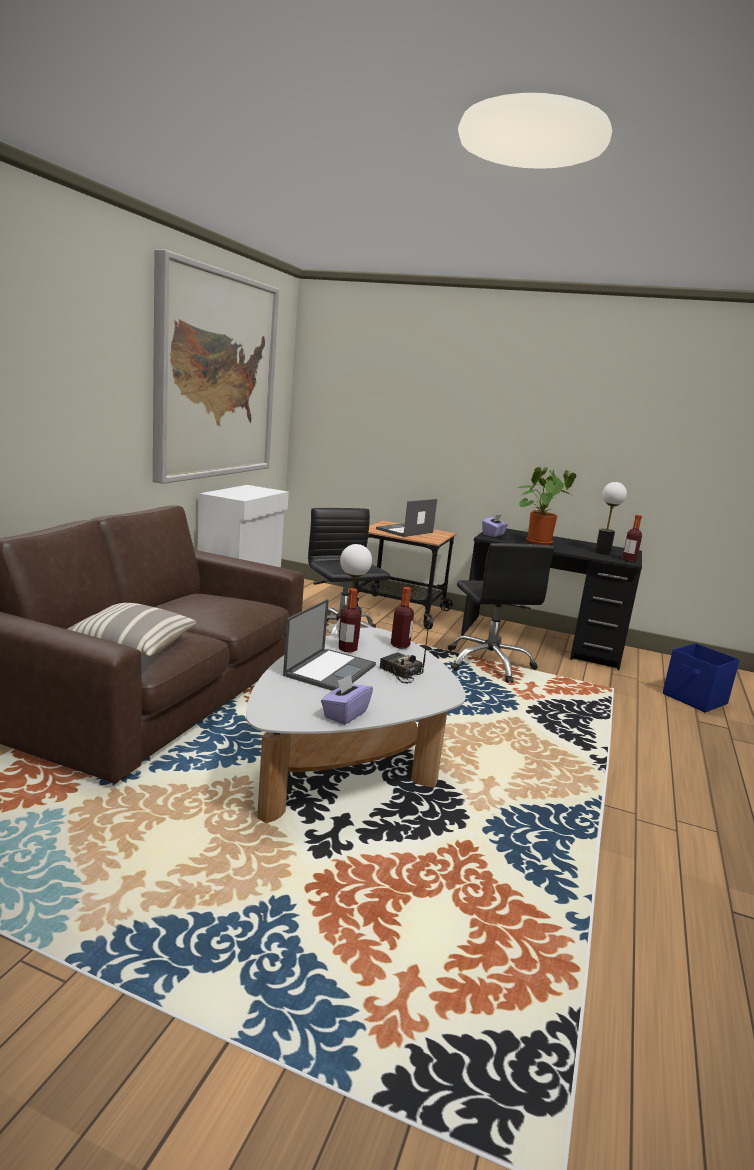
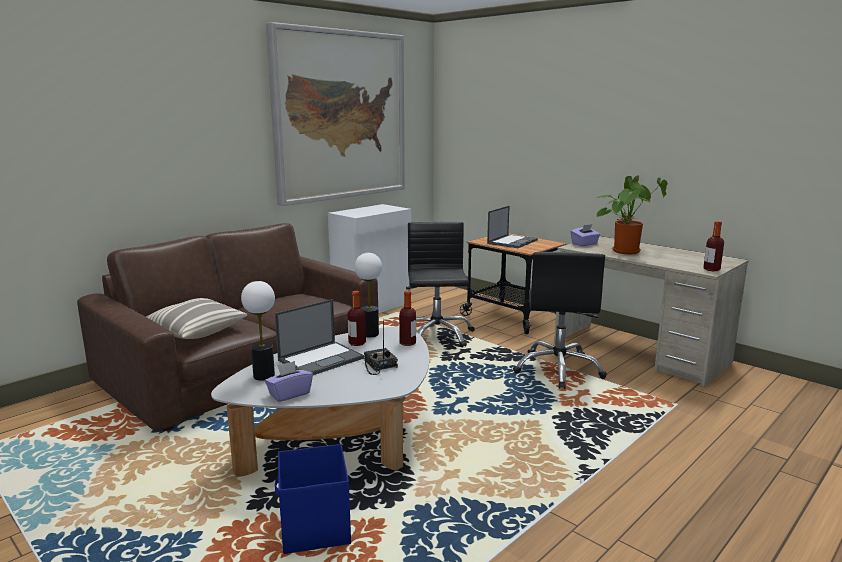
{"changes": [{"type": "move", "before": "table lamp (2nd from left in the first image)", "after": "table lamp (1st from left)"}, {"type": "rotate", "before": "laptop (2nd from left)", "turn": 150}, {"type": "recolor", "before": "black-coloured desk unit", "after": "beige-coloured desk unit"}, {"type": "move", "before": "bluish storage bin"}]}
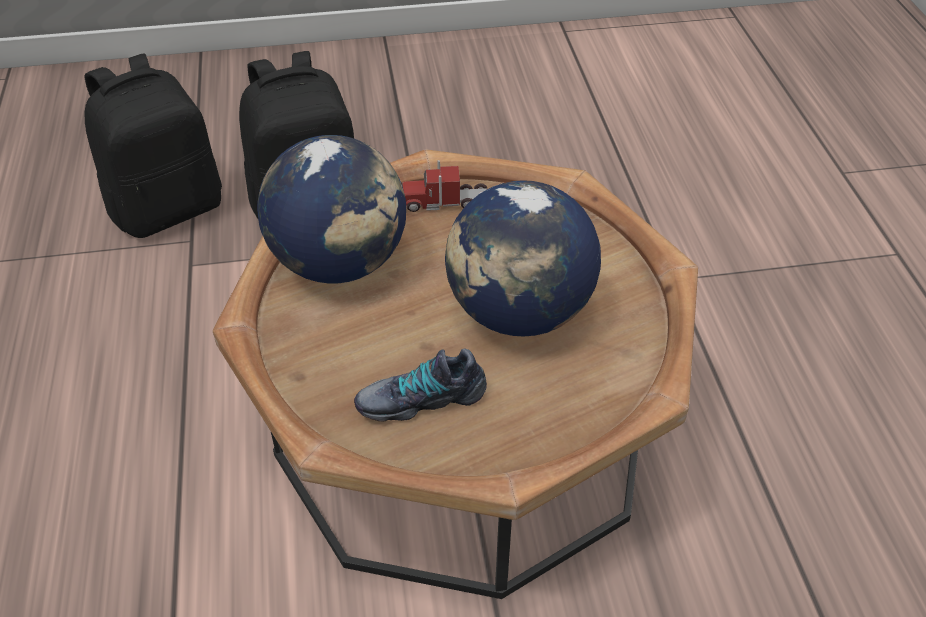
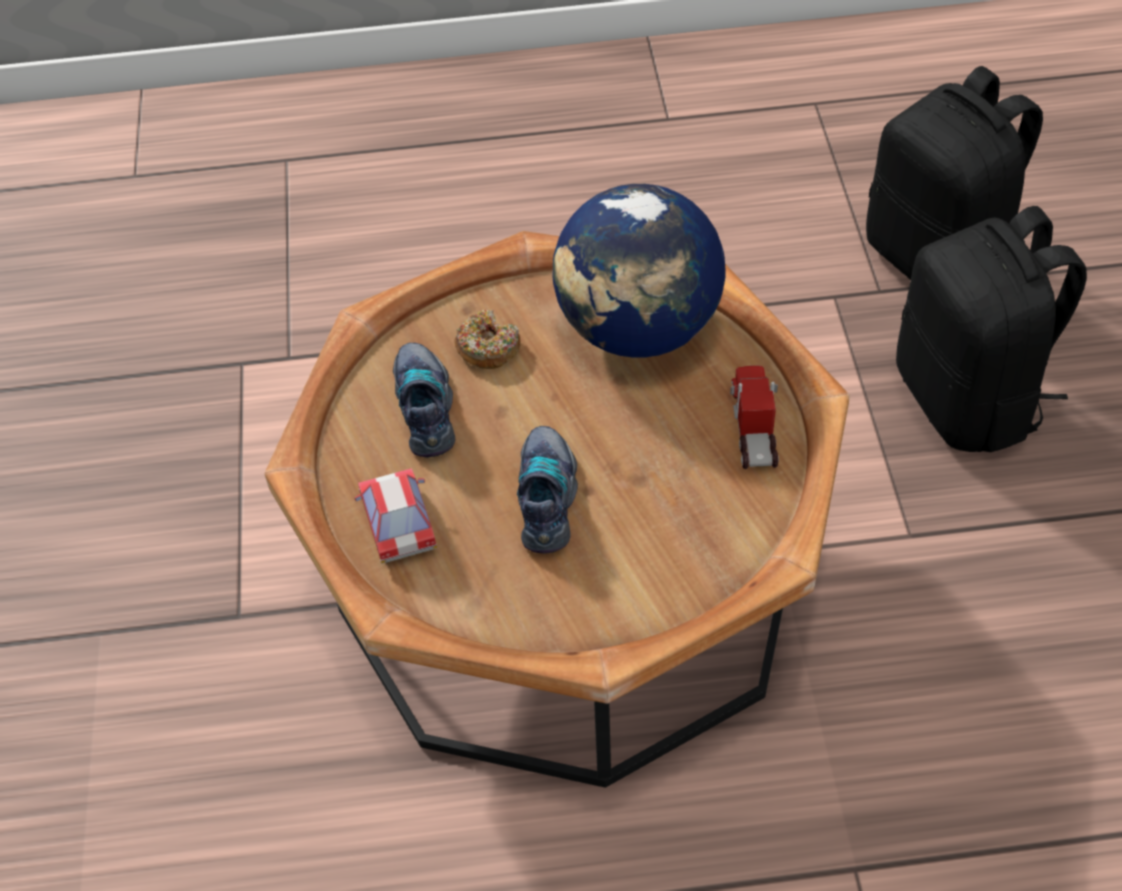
{"changes": [{"type": "replace", "before": "desk globe (2nd from left)", "after": "shoe (2nd from left)"}, {"type": "insert", "after": "doughnut"}, {"type": "insert", "after": "miniature car"}]}
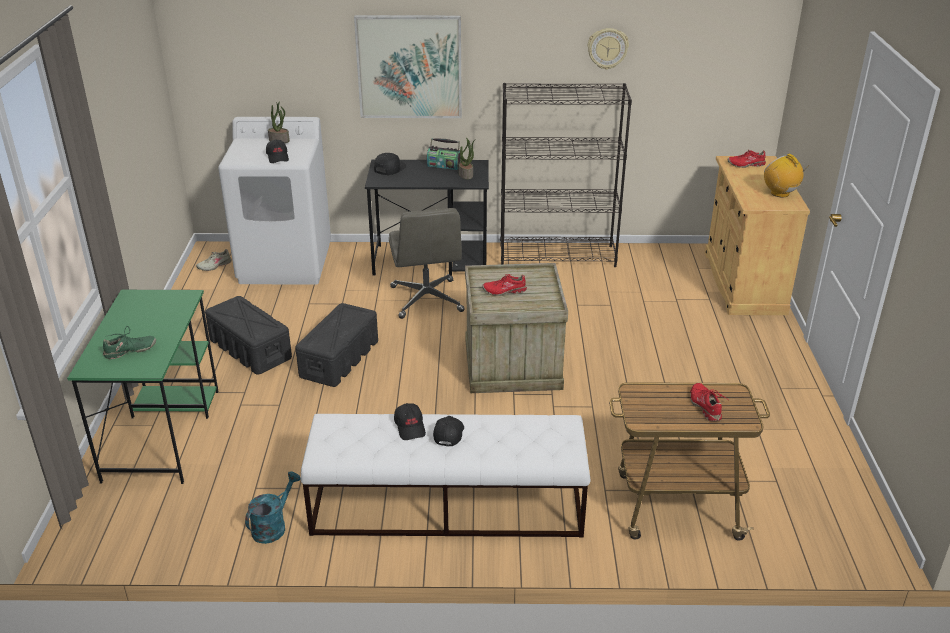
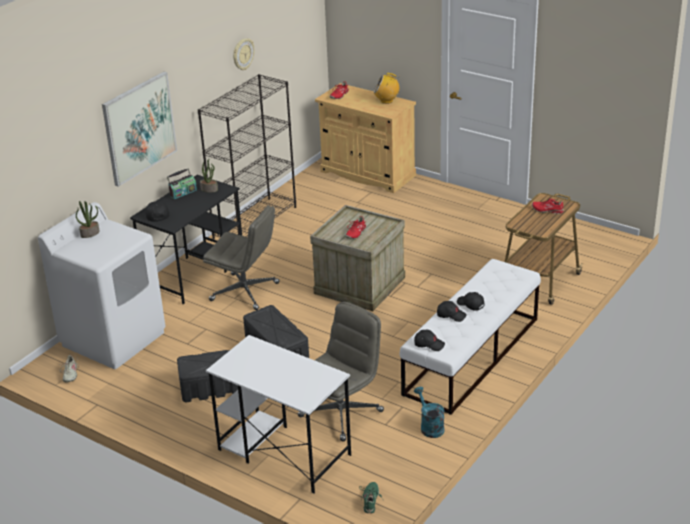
{"changes": [{"type": "move", "before": "black-coloured baseball cap (1st from left in the first image)", "after": "black-coloured baseball cap (2nd from left)"}, {"type": "recolor", "before": "greenish desk unit", "after": "whitish desk unit"}, {"type": "move", "before": "greenish shoe"}, {"type": "insert", "after": "gray computer chair (2nd from left)"}]}
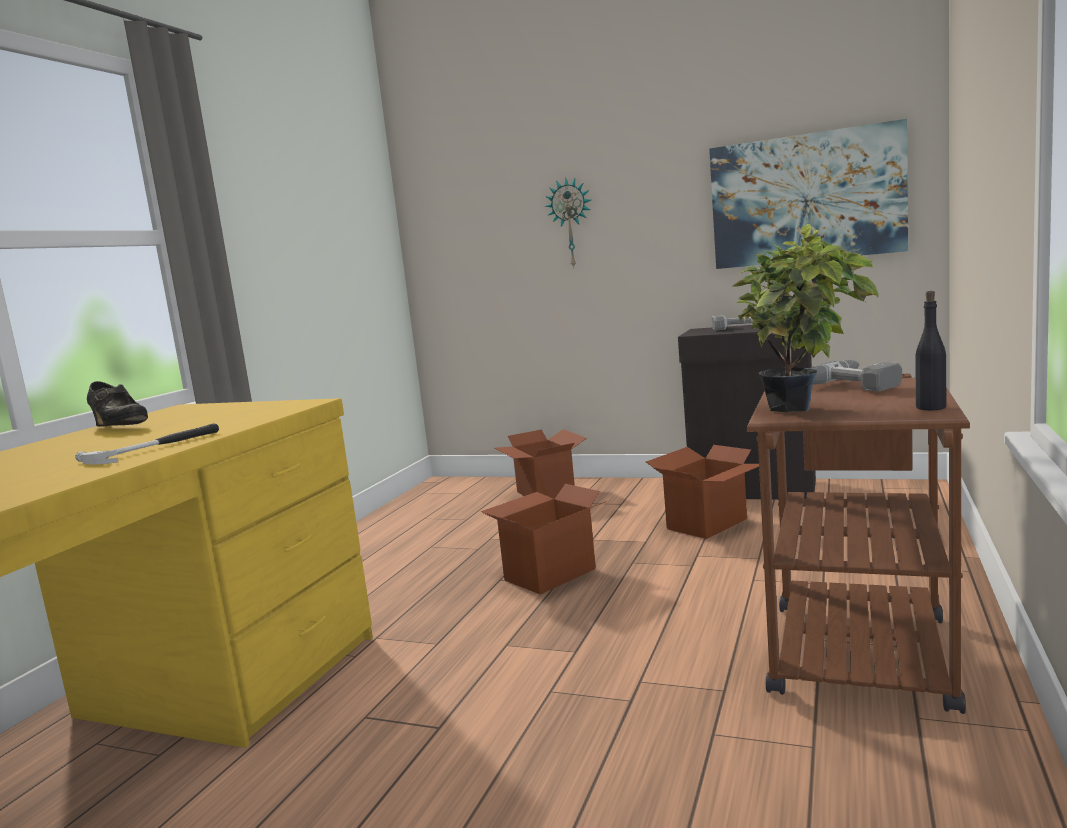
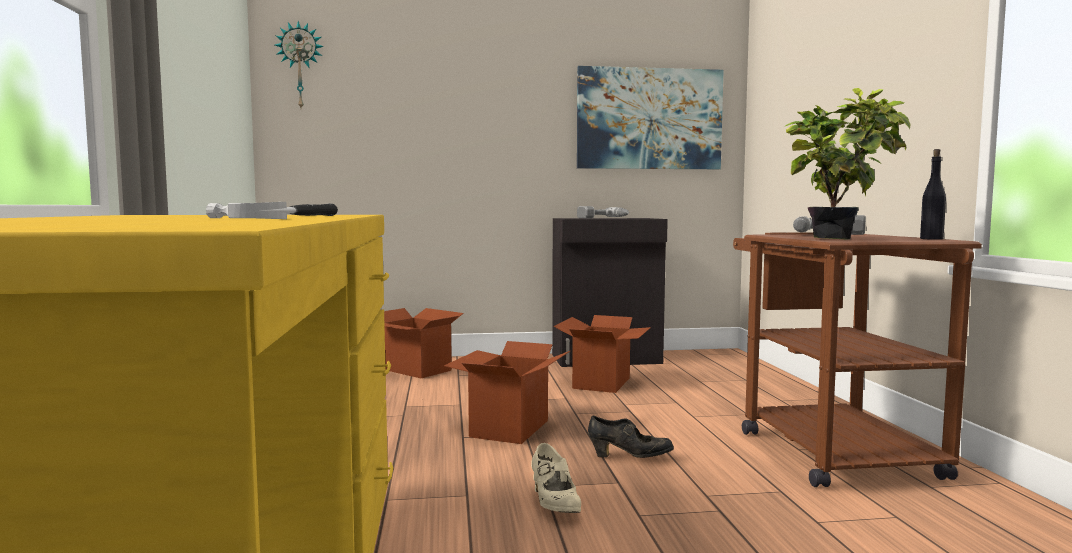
{"changes": [{"type": "move", "before": "wall clock"}, {"type": "move", "before": "black-coloured shoe"}, {"type": "insert", "after": "beige-coloured shoe"}]}
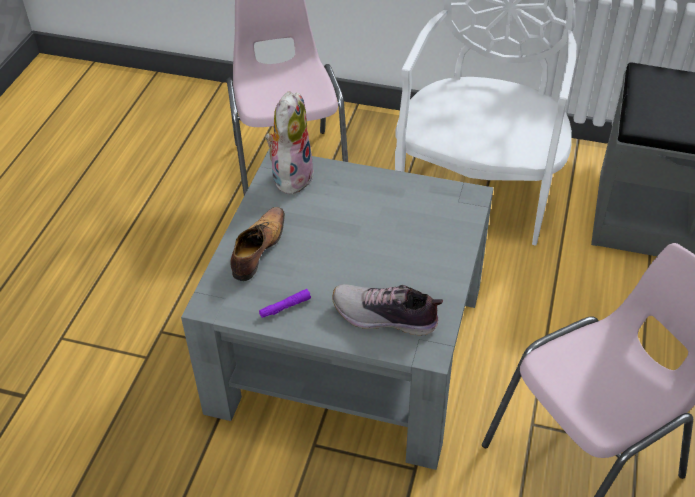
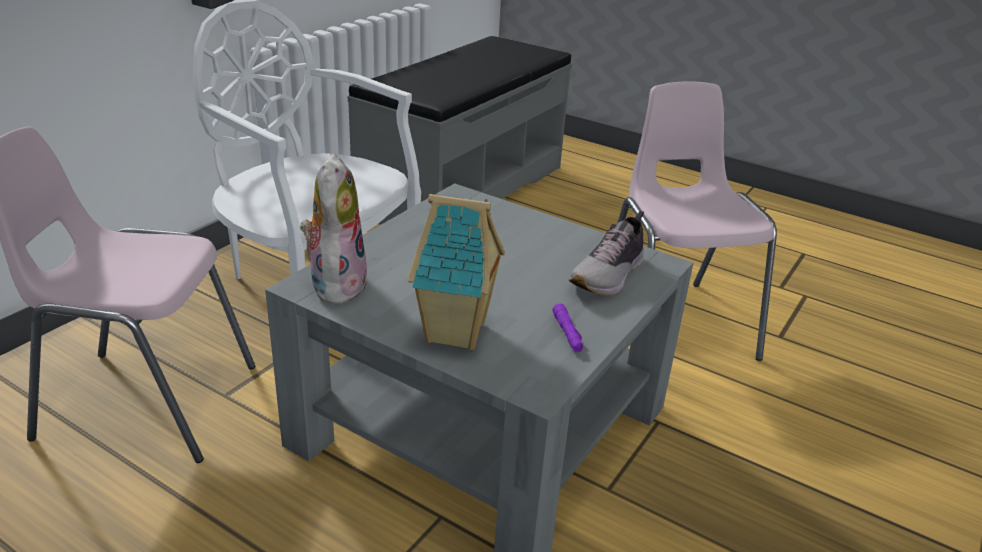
{"changes": [{"type": "rotate", "before": "soft toy", "turn": 60}, {"type": "replace", "before": "shoe (1st from left)", "after": "toy house"}]}
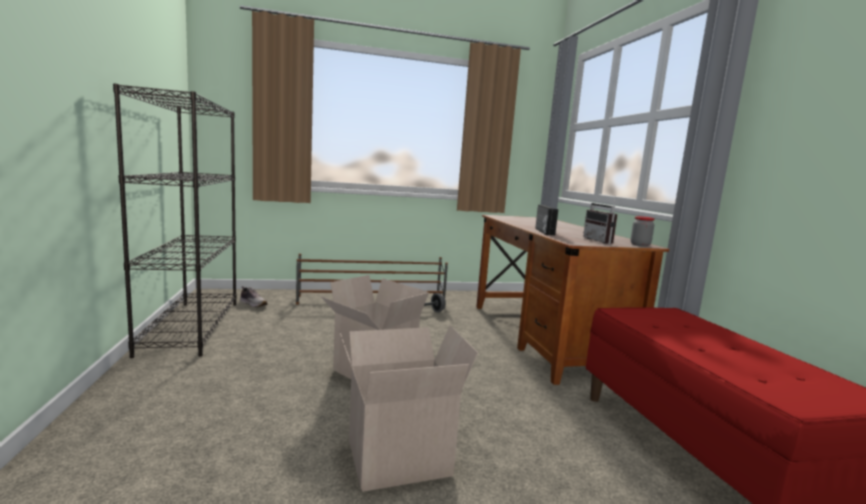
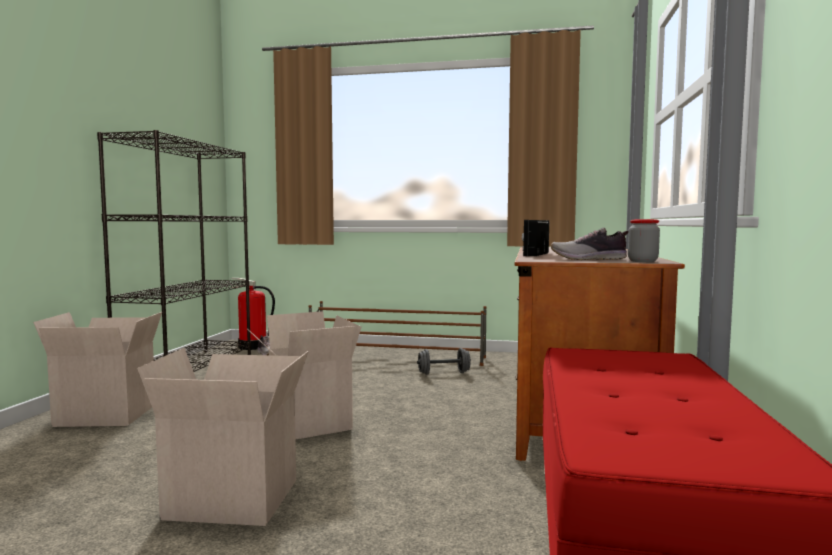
{"changes": [{"type": "replace", "before": "radio (2nd from left)", "after": "shoe (2nd from left)"}, {"type": "insert", "after": "fire-fighting cylinder"}, {"type": "insert", "after": "cardboard box (1st from left)"}]}
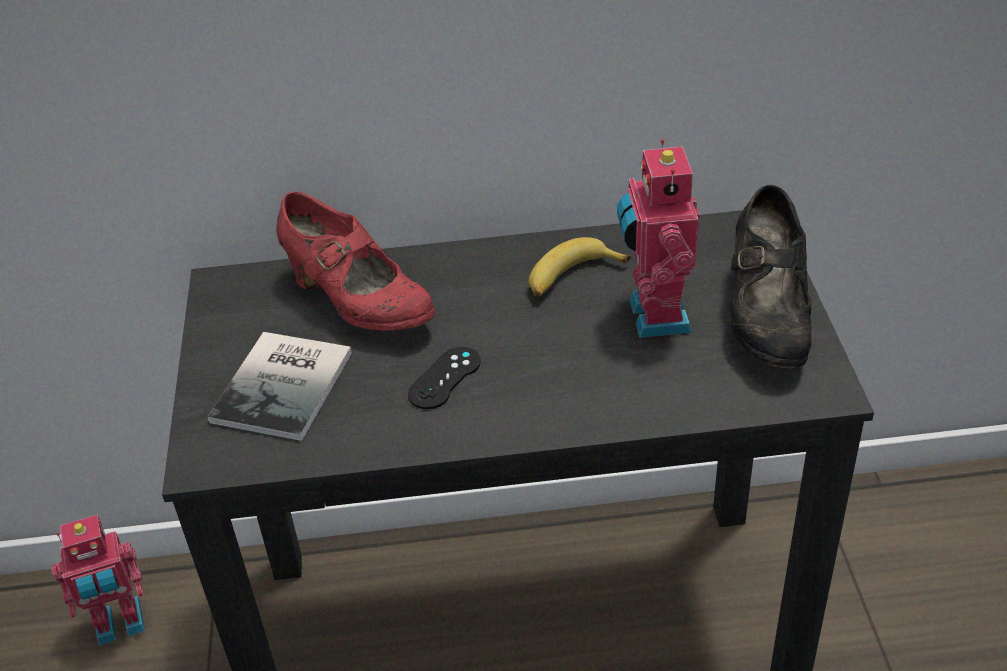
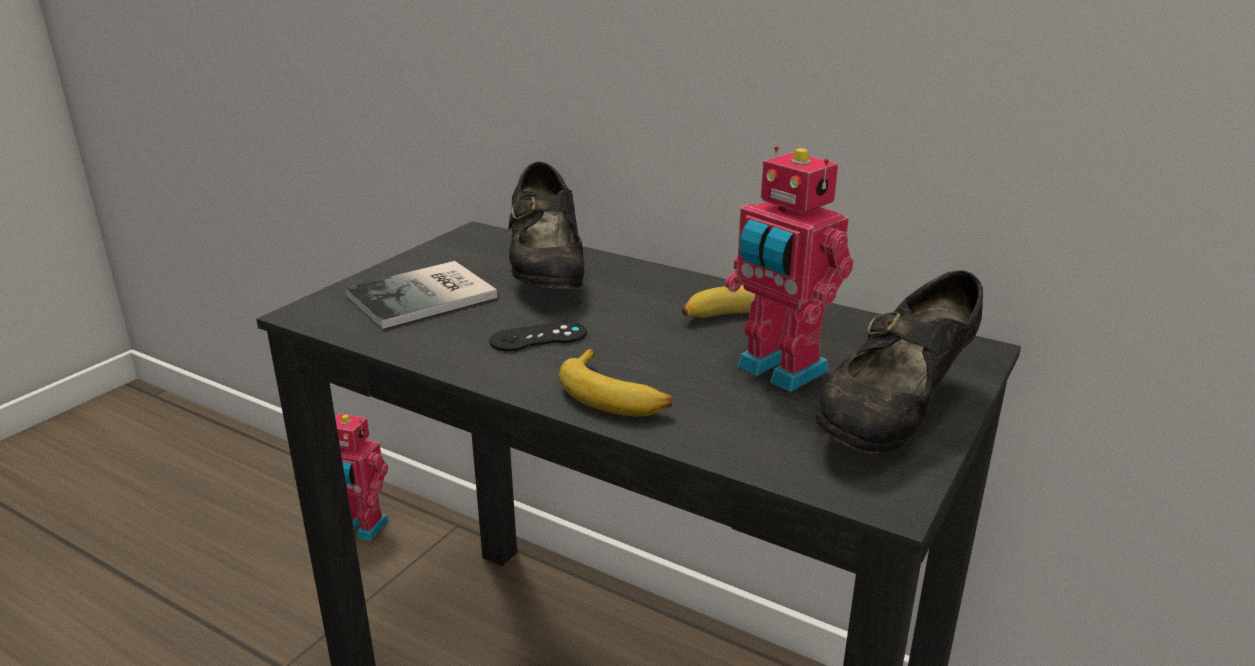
{"changes": [{"type": "rotate", "before": "model robot (2nd from left)", "turn": -75}, {"type": "recolor", "before": "red shoe", "after": "black-coloured shoe (1st from left)"}, {"type": "insert", "after": "banana fruit (1st from left)"}]}
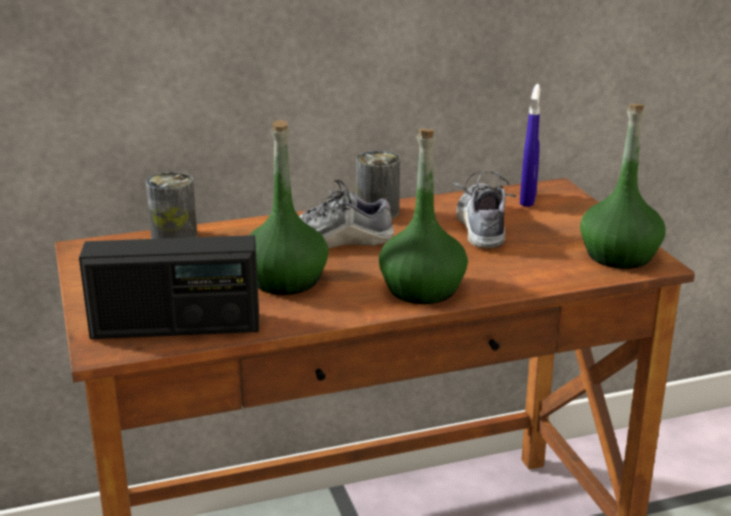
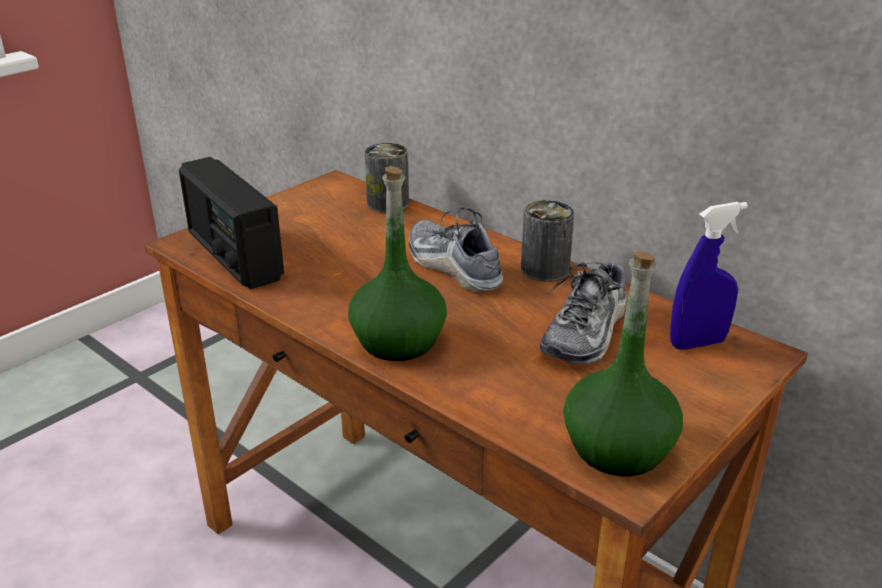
{"changes": [{"type": "delete", "before": "greenish bottle (1st from left)"}, {"type": "rotate", "before": "shoe (2nd from left)", "turn": 150}]}
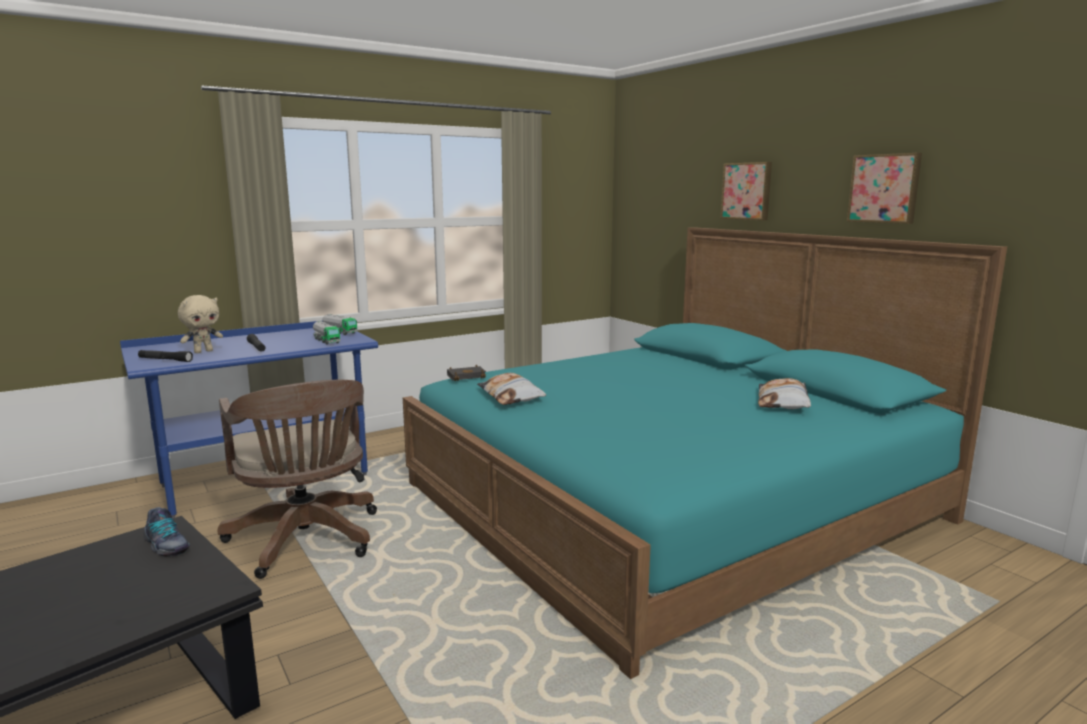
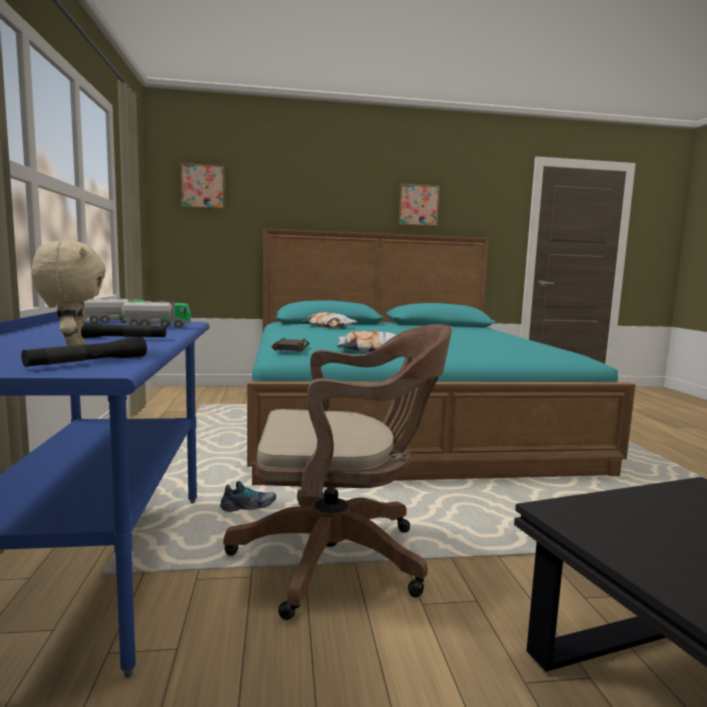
{"changes": [{"type": "move", "before": "picture (1st from left)"}, {"type": "move", "before": "throw pillow (2nd from left in the first image)", "after": "throw pillow (1st from left)"}, {"type": "move", "before": "shoe"}]}
